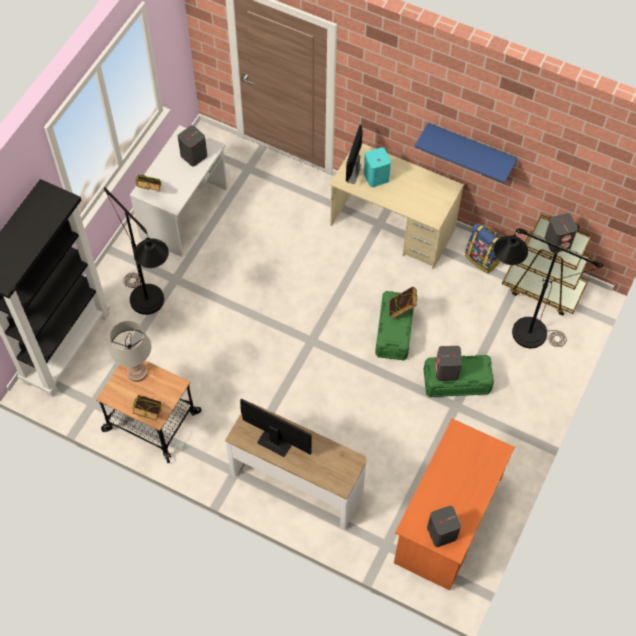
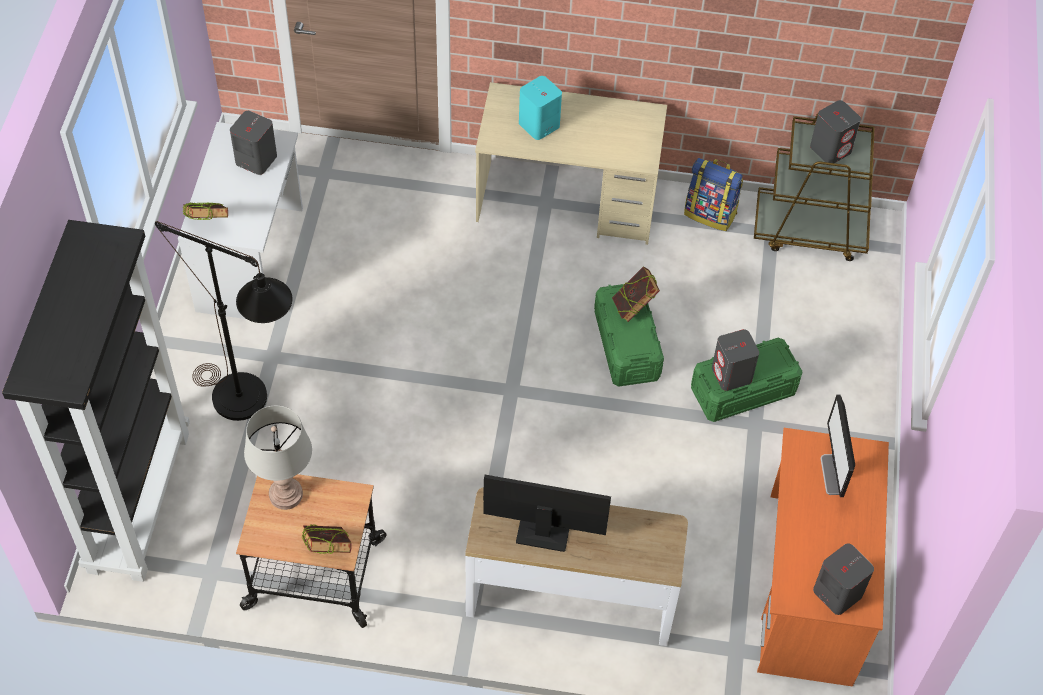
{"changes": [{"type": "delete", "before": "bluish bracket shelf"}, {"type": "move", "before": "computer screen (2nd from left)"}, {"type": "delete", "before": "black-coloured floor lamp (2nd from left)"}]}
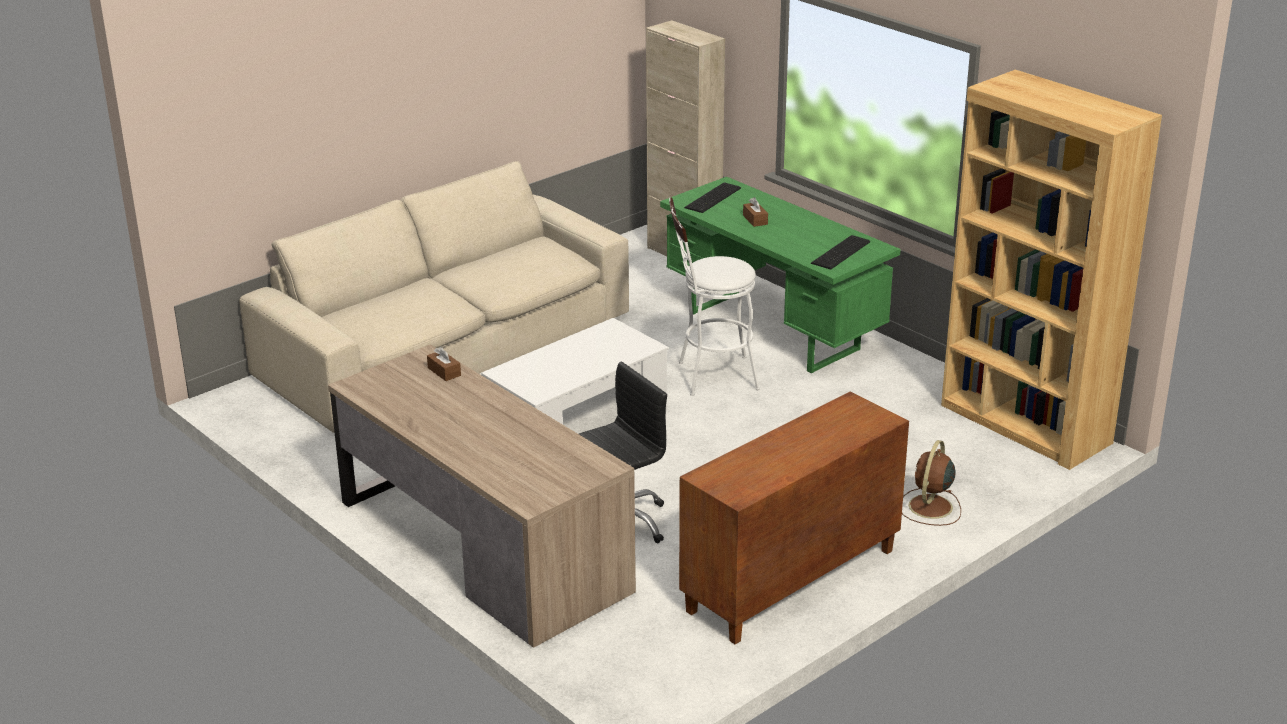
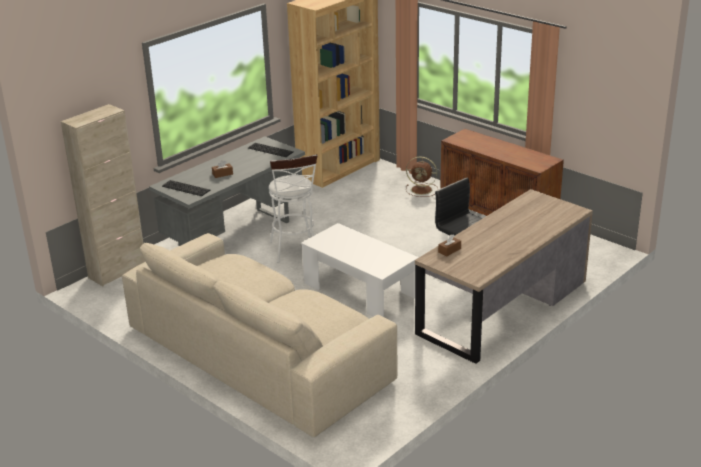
{"changes": [{"type": "recolor", "before": "greenish desk unit", "after": "gray desk unit"}]}
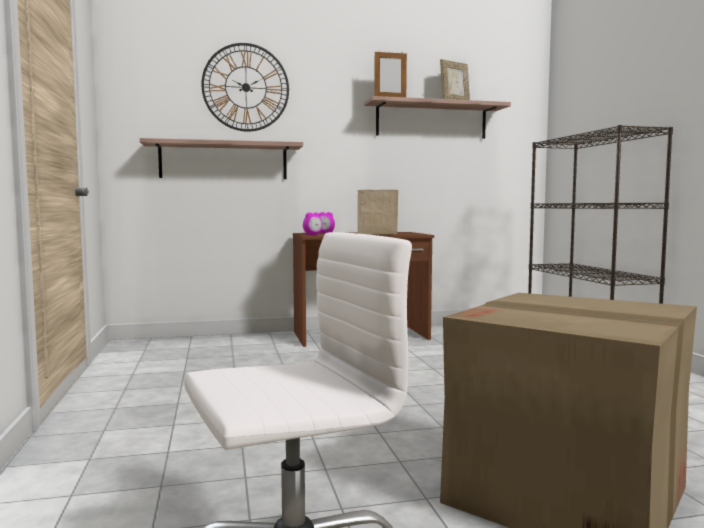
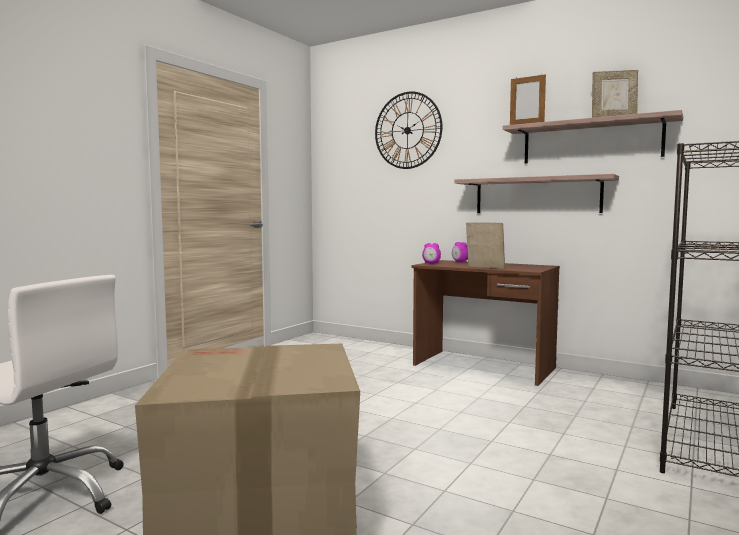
{"changes": [{"type": "move", "before": "bracket shelf (1st from left)"}]}
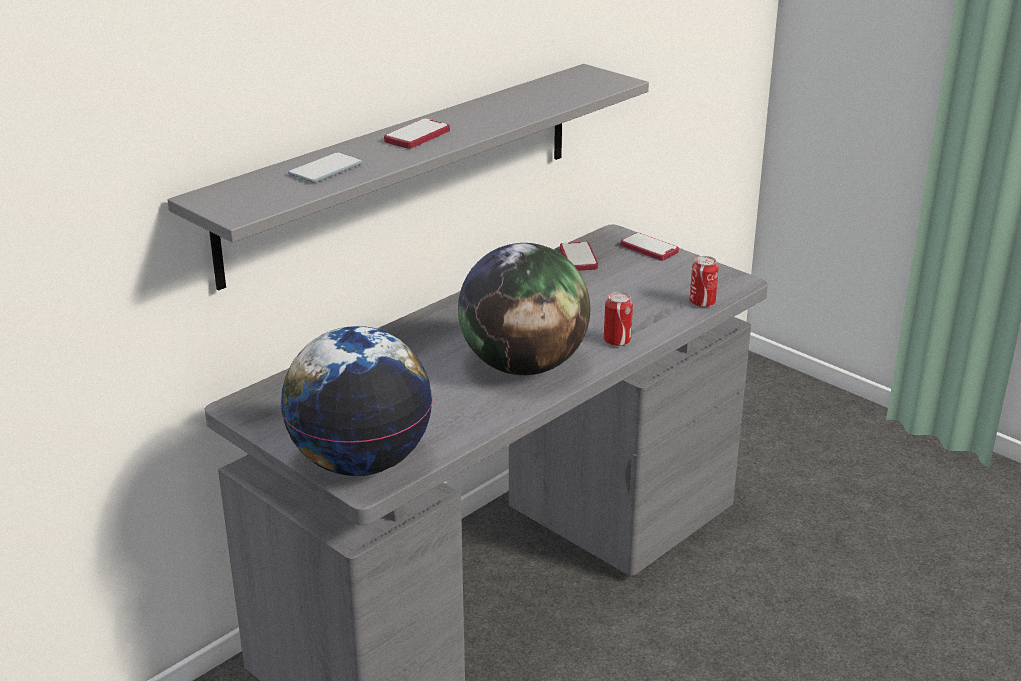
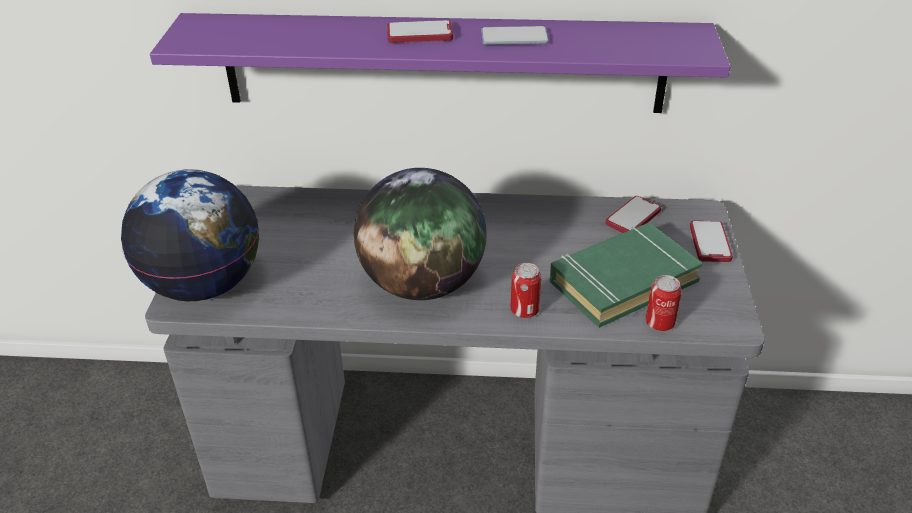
{"changes": [{"type": "recolor", "before": "gray bracket shelf", "after": "purple-coloured bracket shelf"}, {"type": "move", "before": "telephone (1st from left in the first image)", "after": "telephone (2nd from left)"}, {"type": "insert", "after": "greenish bound book"}]}
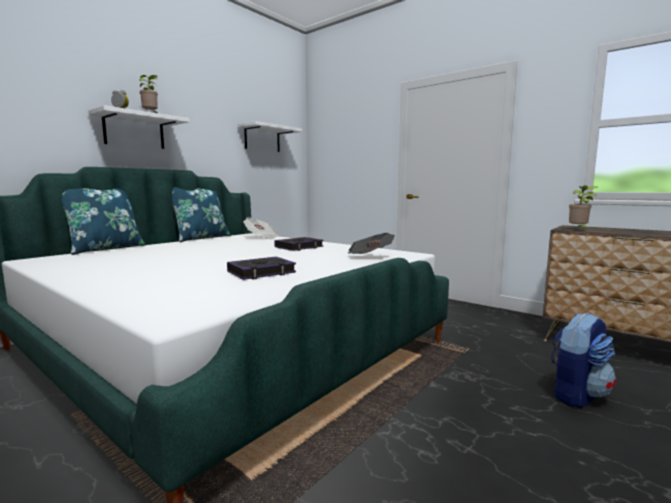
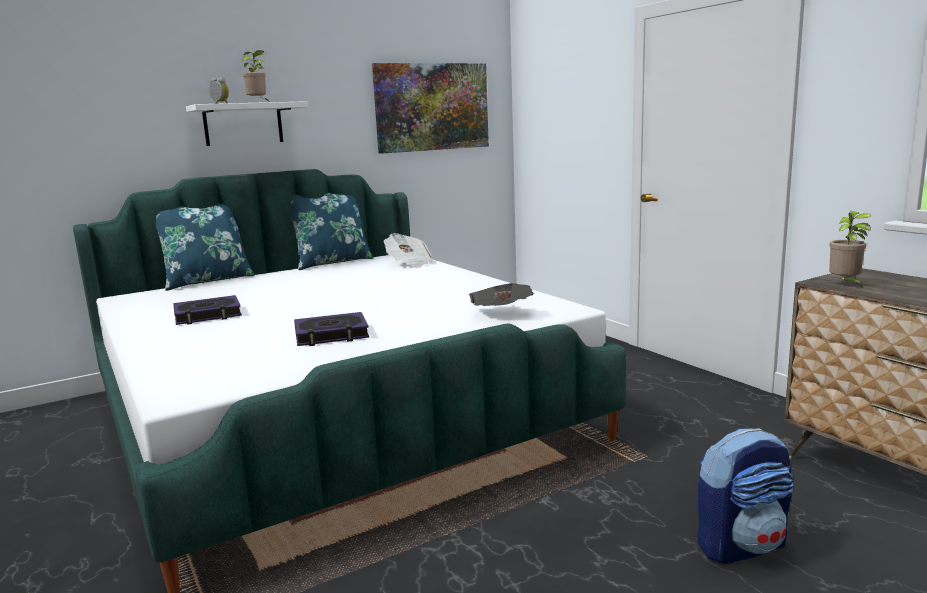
{"changes": [{"type": "replace", "before": "whitish bracket shelf (2nd from left)", "after": "picture"}, {"type": "move", "before": "bound book (2nd from left in the first image)", "after": "bound book (1st from left)"}]}
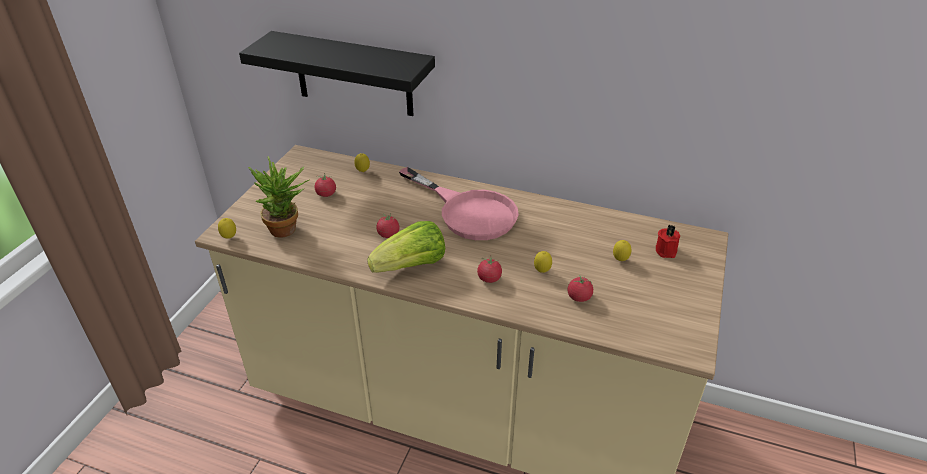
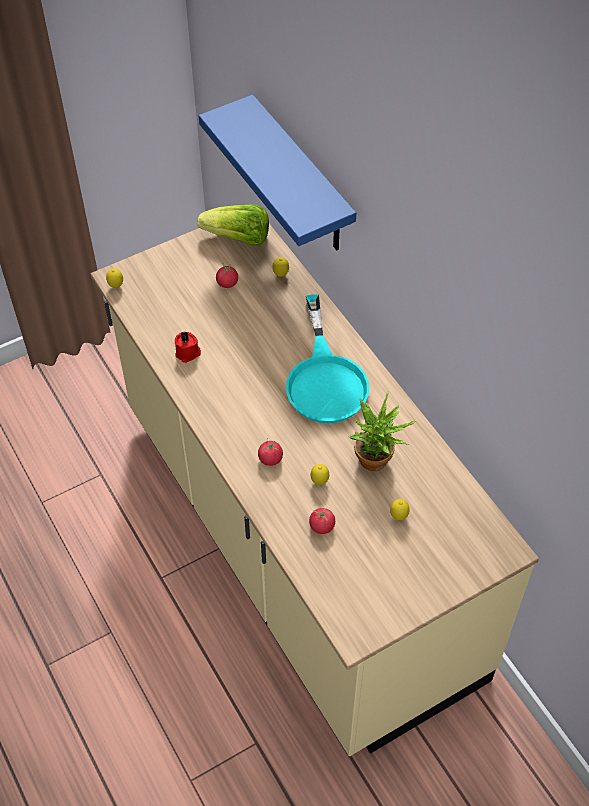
{"changes": [{"type": "recolor", "before": "black-coloured bracket shelf", "after": "bluish bracket shelf"}, {"type": "move", "before": "plant in a pot"}, {"type": "recolor", "before": "pinkish pan", "after": "turquoise pan"}, {"type": "delete", "before": "fresh tomato (2nd from left)"}, {"type": "move", "before": "lettuce"}, {"type": "move", "before": "red candle"}]}
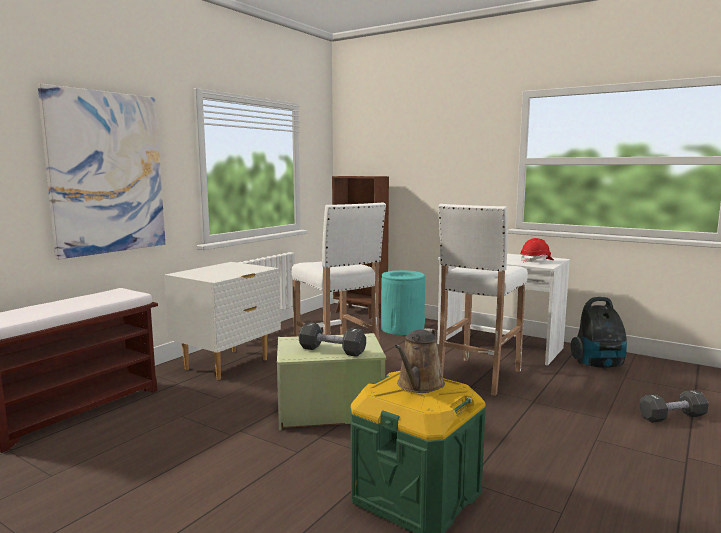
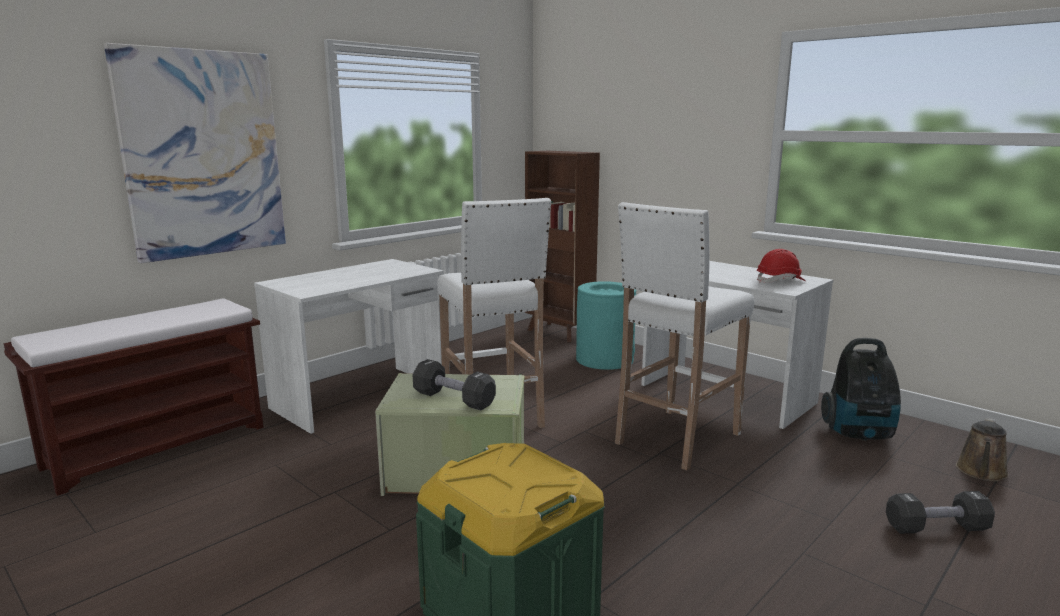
{"changes": [{"type": "replace", "before": "whitish night table", "after": "whitish desk unit (1st from left)"}, {"type": "move", "before": "brownish watering can"}]}
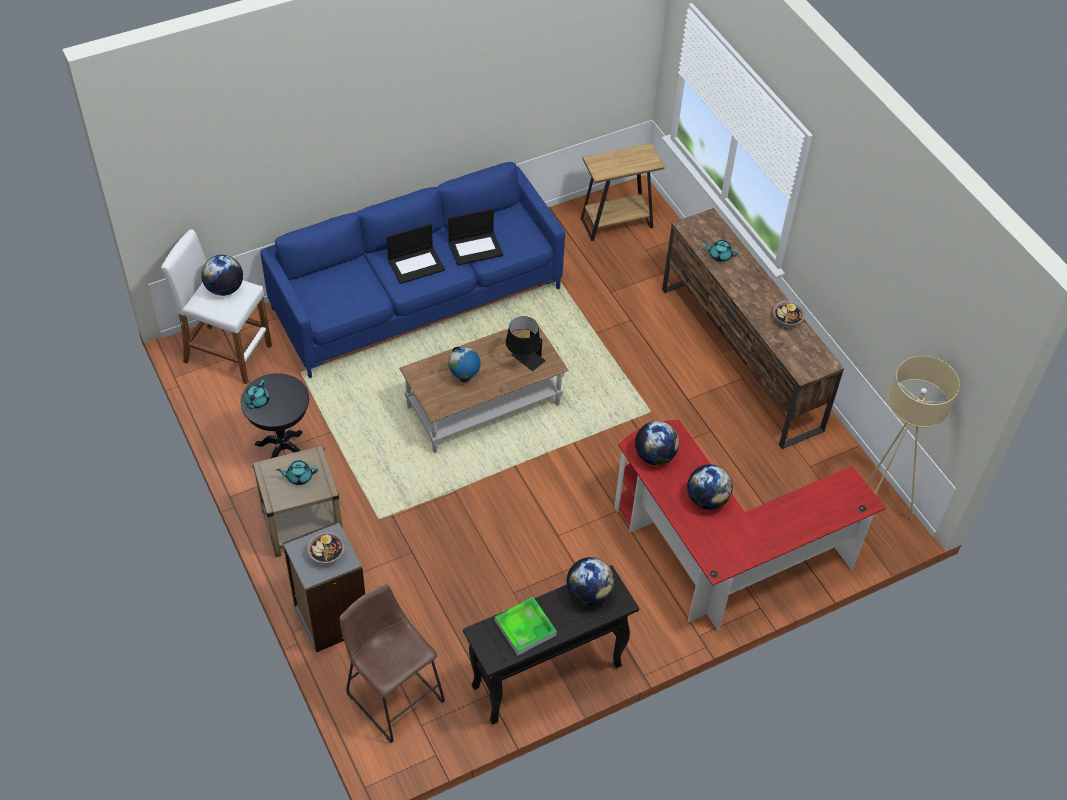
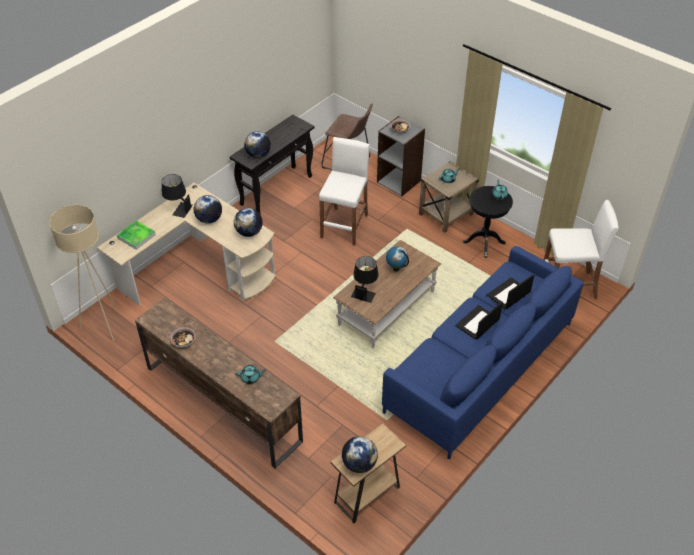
{"changes": [{"type": "move", "before": "laptop (2nd from left)"}, {"type": "move", "before": "desk globe (1st from left in the first image)", "after": "desk globe (4th from left)"}, {"type": "recolor", "before": "red desk unit", "after": "beige-coloured desk unit"}, {"type": "move", "before": "carrying tray"}, {"type": "insert", "after": "whitish stool (1st from left)"}, {"type": "insert", "after": "black-coloured table lamp (1st from left)"}]}
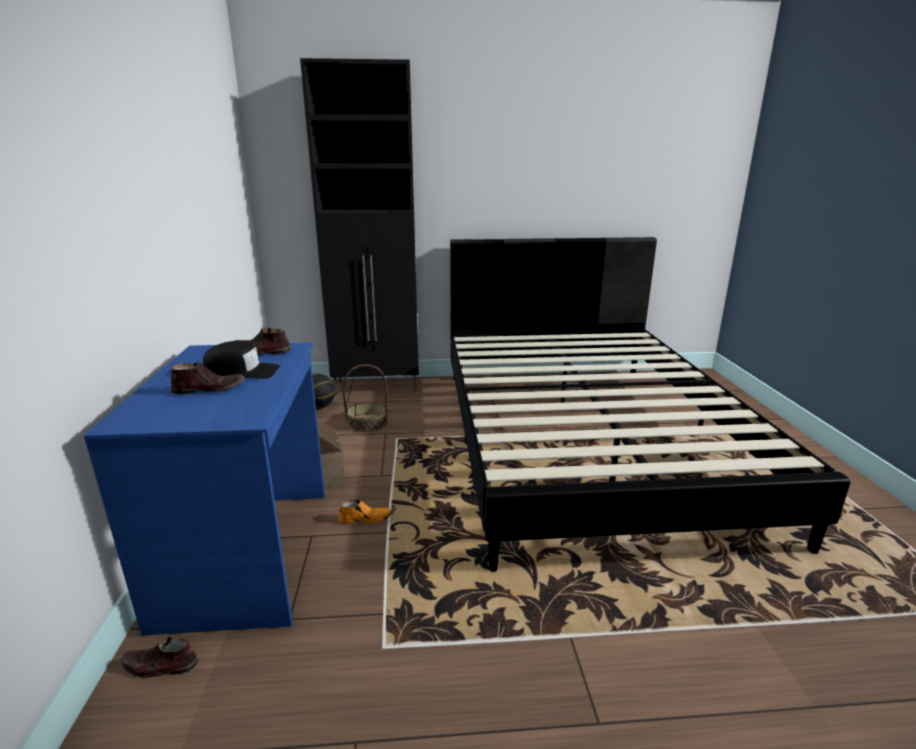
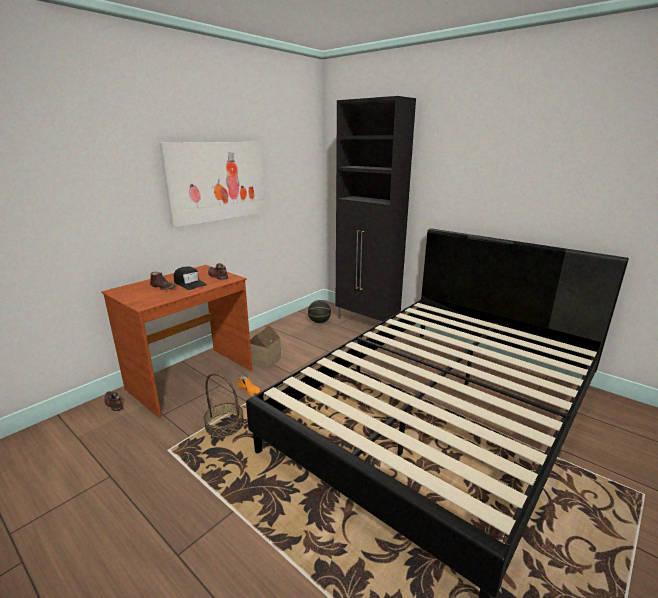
{"changes": [{"type": "recolor", "before": "bluish desk unit", "after": "brownish desk unit"}, {"type": "move", "before": "storage basket"}, {"type": "insert", "after": "picture"}]}
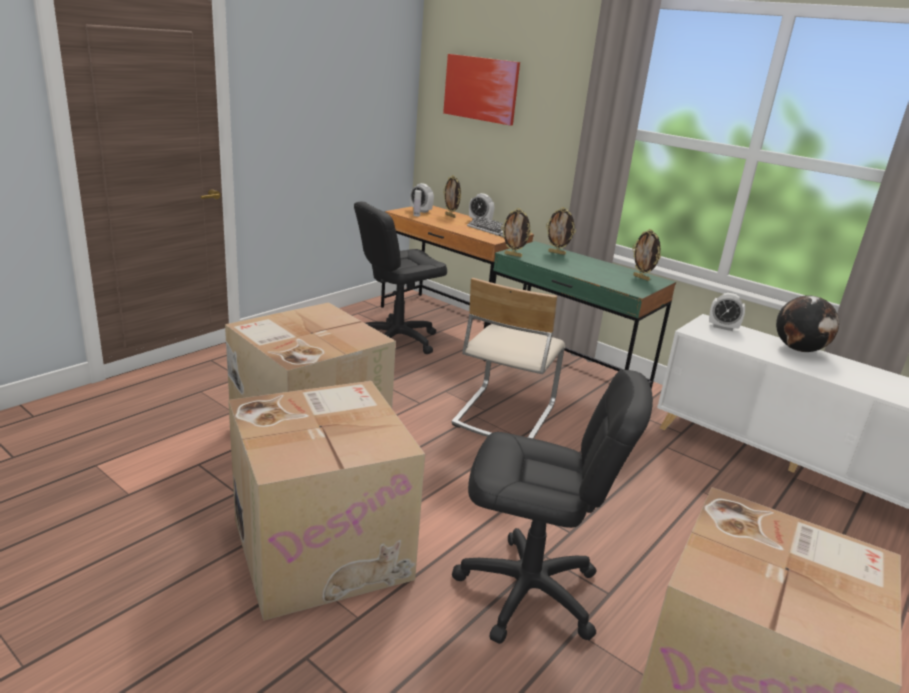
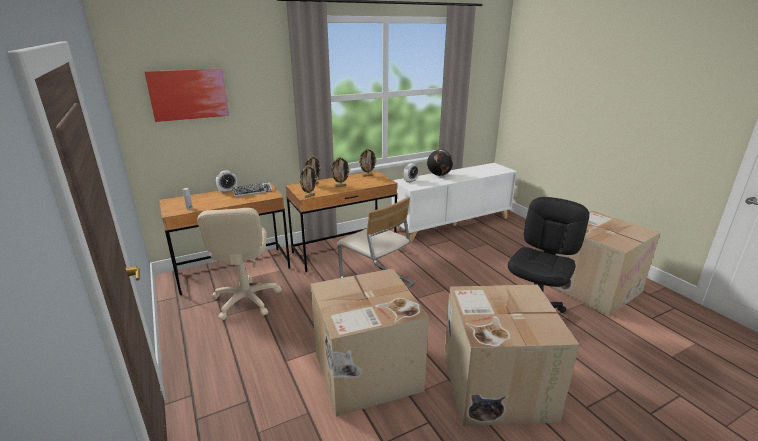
{"changes": [{"type": "move", "before": "photo frame (1st from left in the first image)", "after": "photo frame (3rd from left)"}, {"type": "delete", "before": "alarm clock (1st from left)"}, {"type": "recolor", "before": "black-coloured computer chair (1st from left)", "after": "beige-coloured computer chair"}, {"type": "recolor", "before": "greenish desk unit", "after": "brownish desk unit (2nd from left)"}]}
